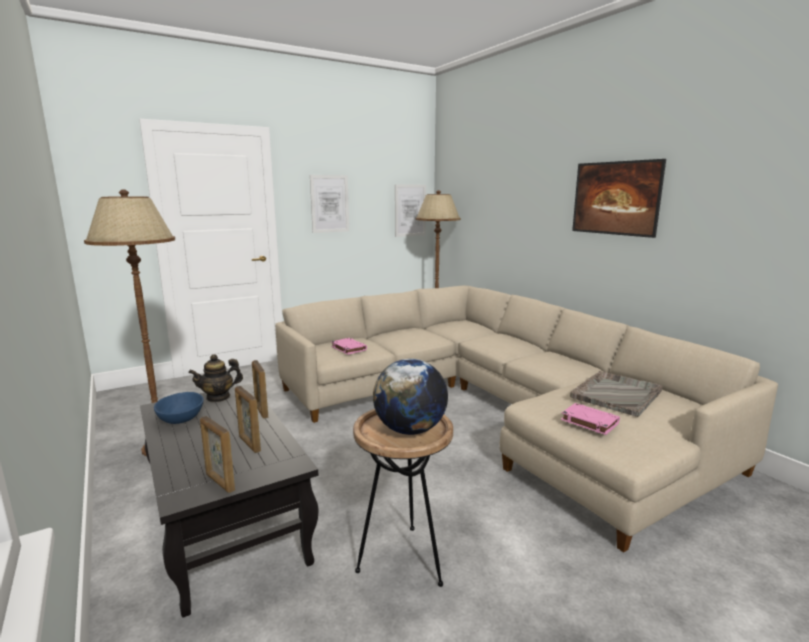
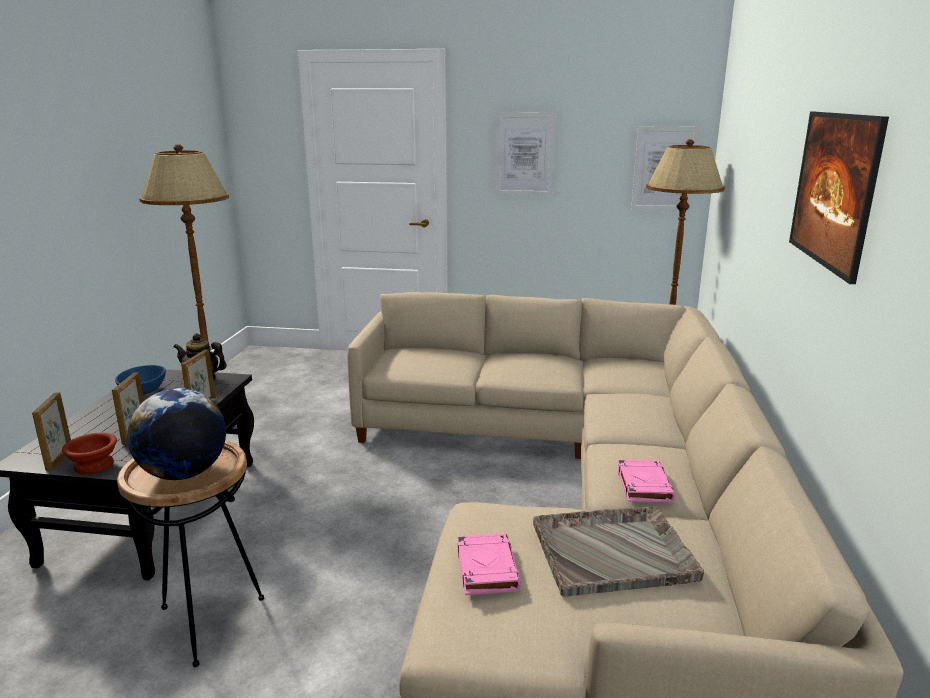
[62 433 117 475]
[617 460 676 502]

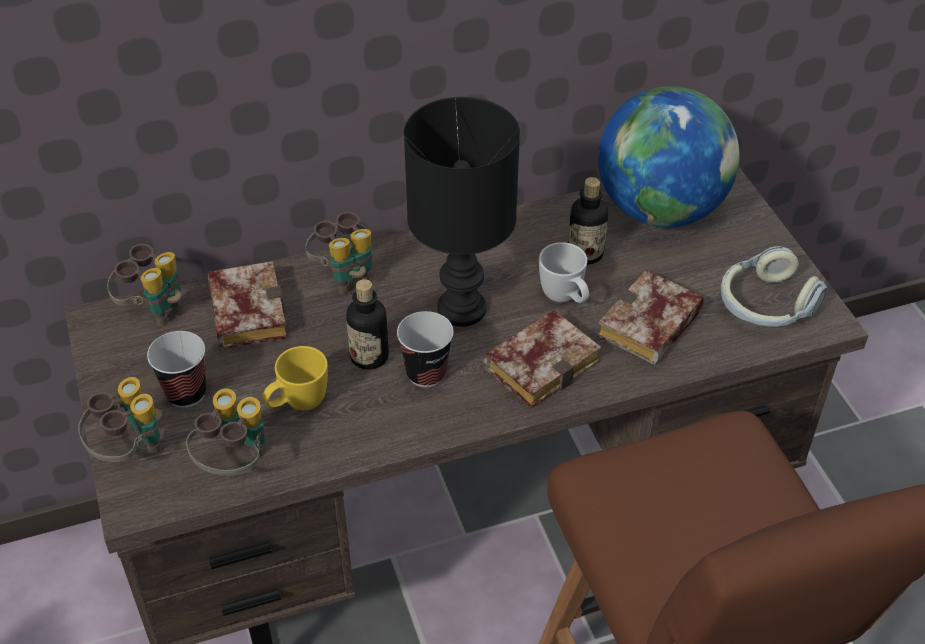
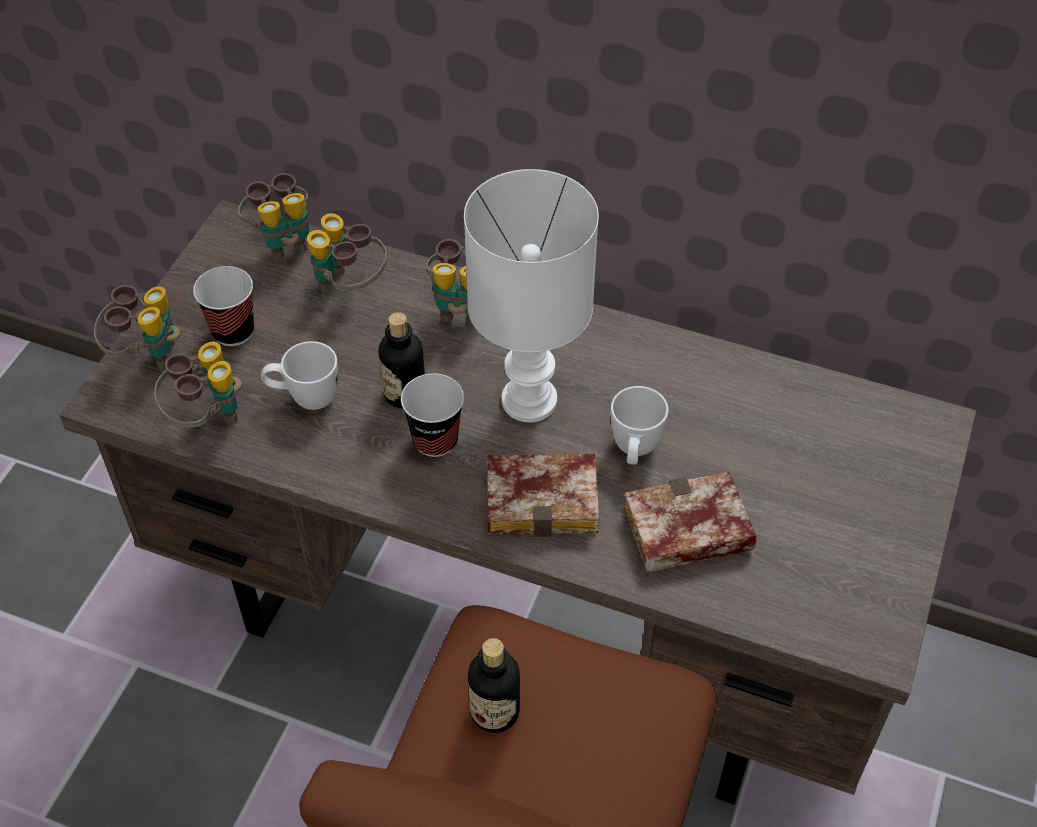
[261 341 338 410]
[307 213 387 293]
[464 169 599 422]
[468 638 520 733]
[598 86 740 228] (first image)
[721 246 827 327] (first image)

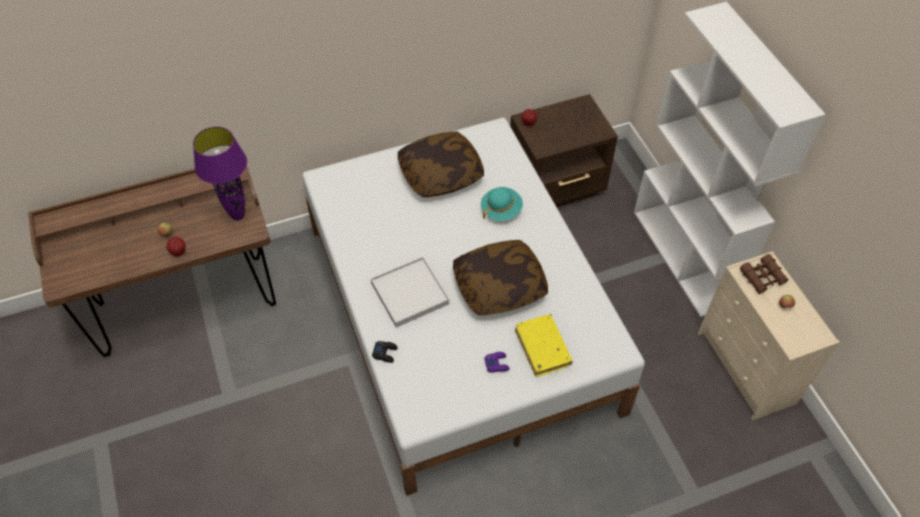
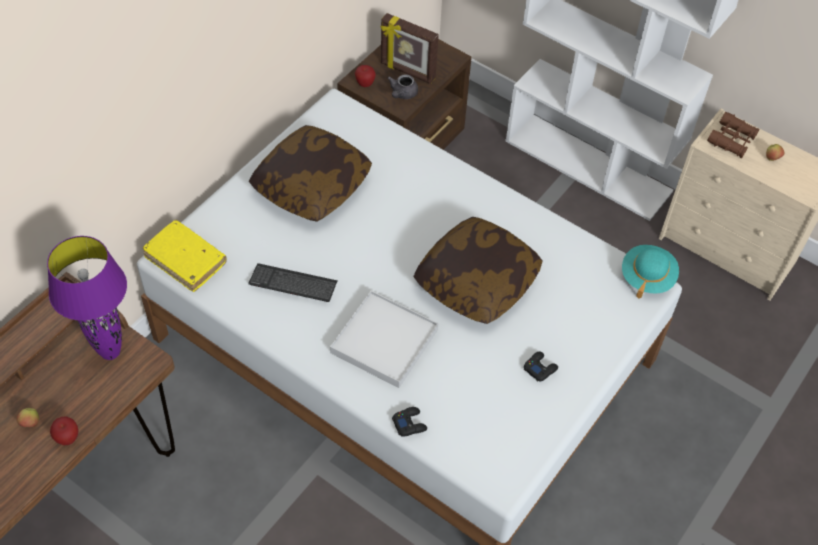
[143 220 227 292]
[249 263 337 302]
[381 13 439 84]
[387 74 418 99]
[524 351 558 381]
[622 245 679 299]

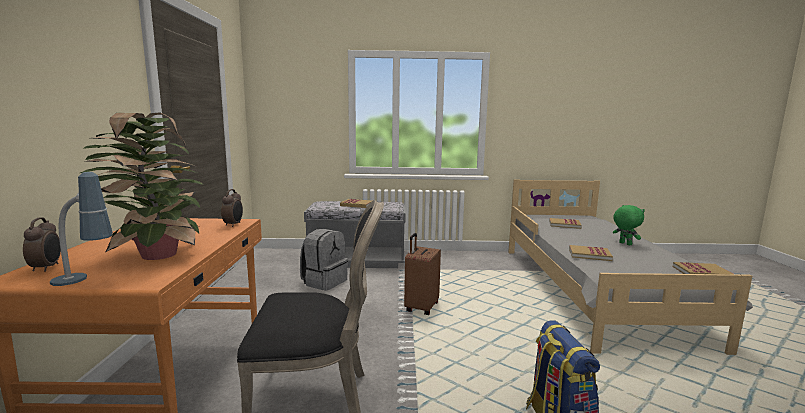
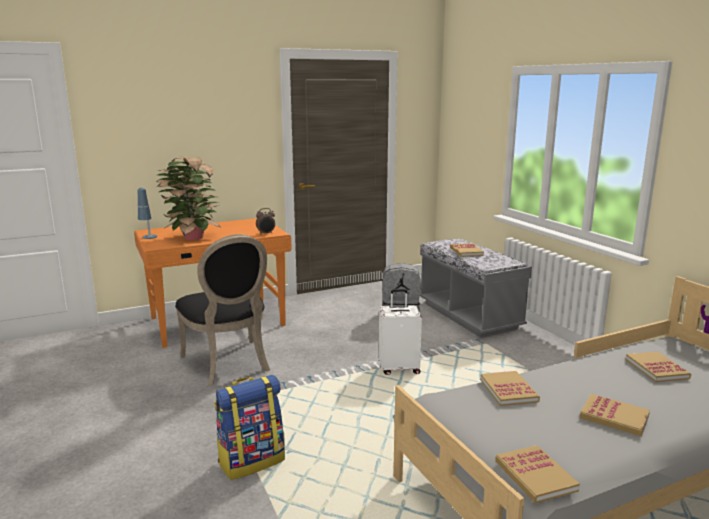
[379 289 422 375]
[580 394 650 436]
[23 217 61 272] (first image)

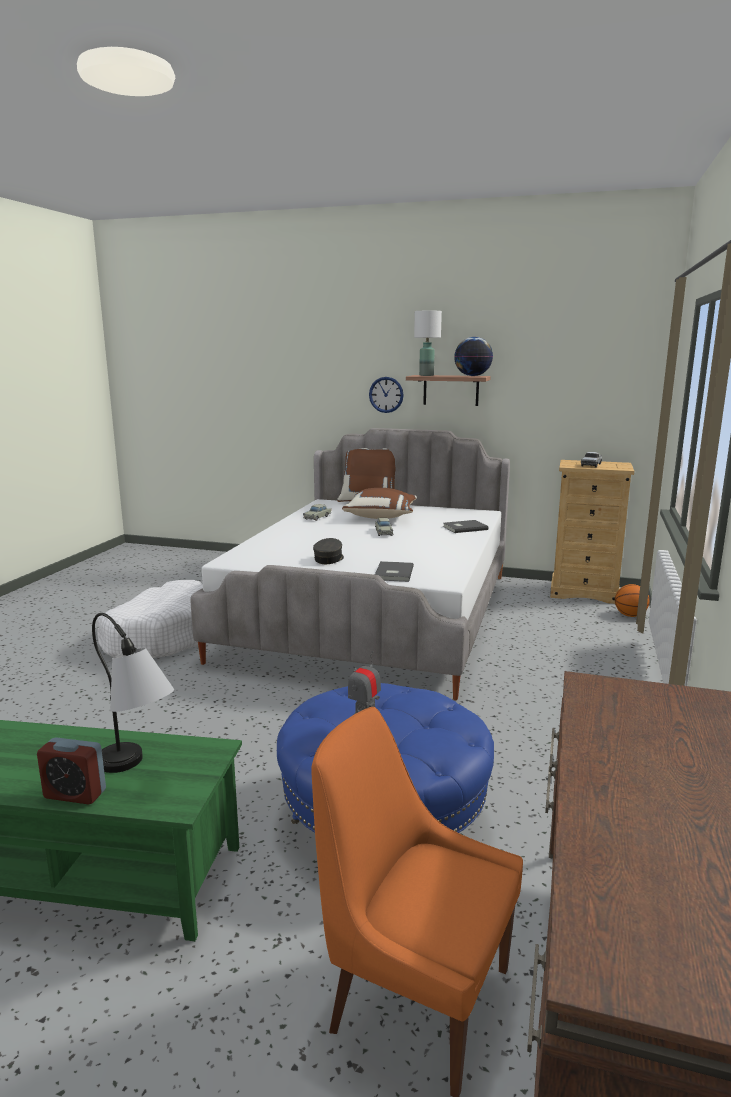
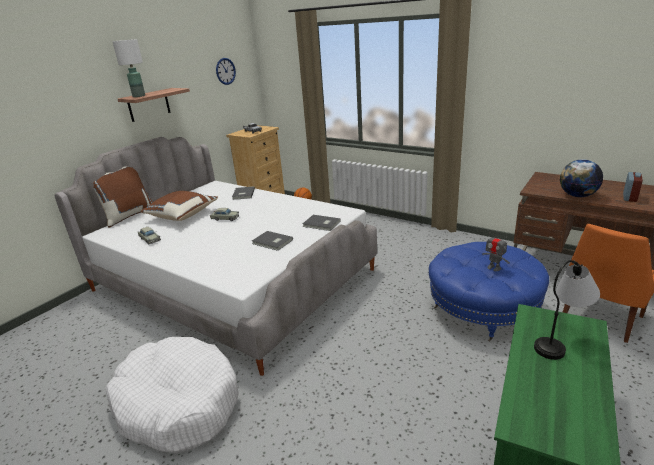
[216 58 236 85]
[252 231 293 251]
[560 159 603 197]
[623 172 643 202]

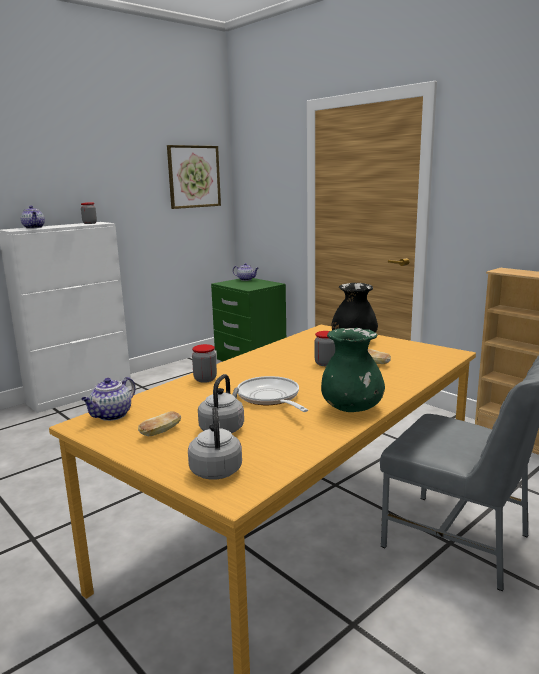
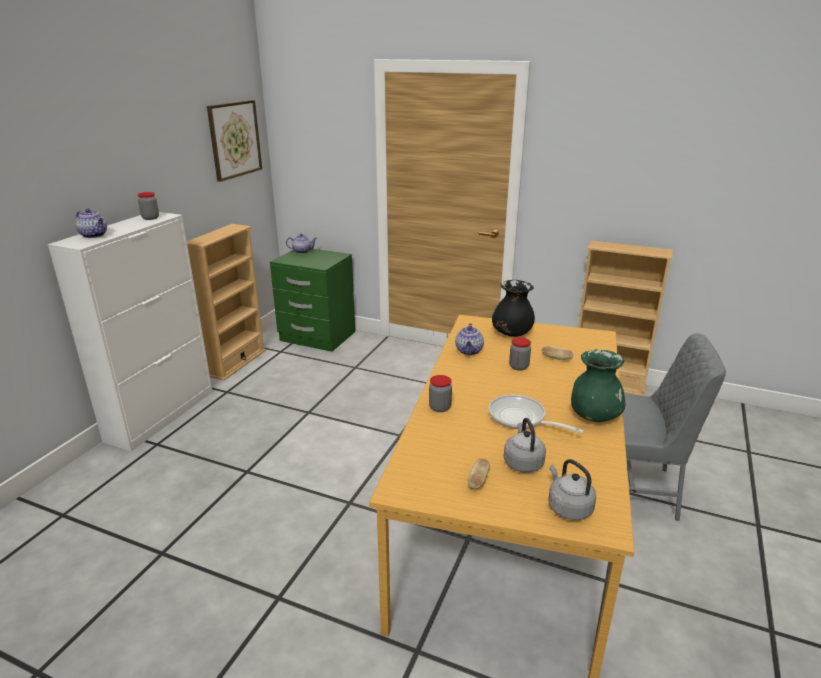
[187 224 266 381]
[455 323 484 355]

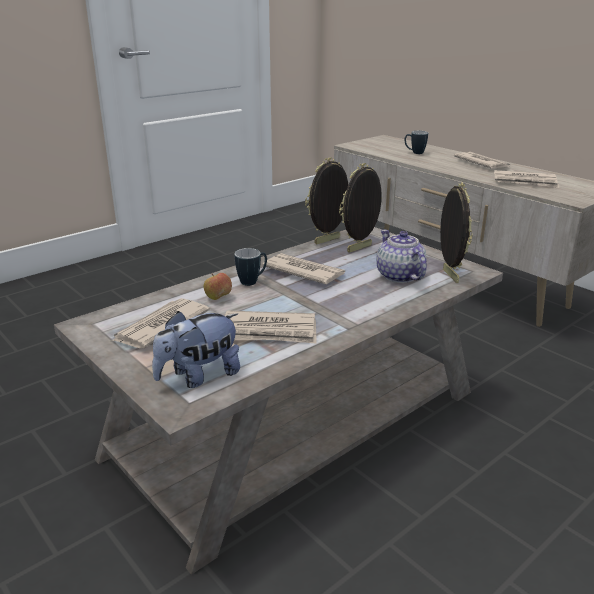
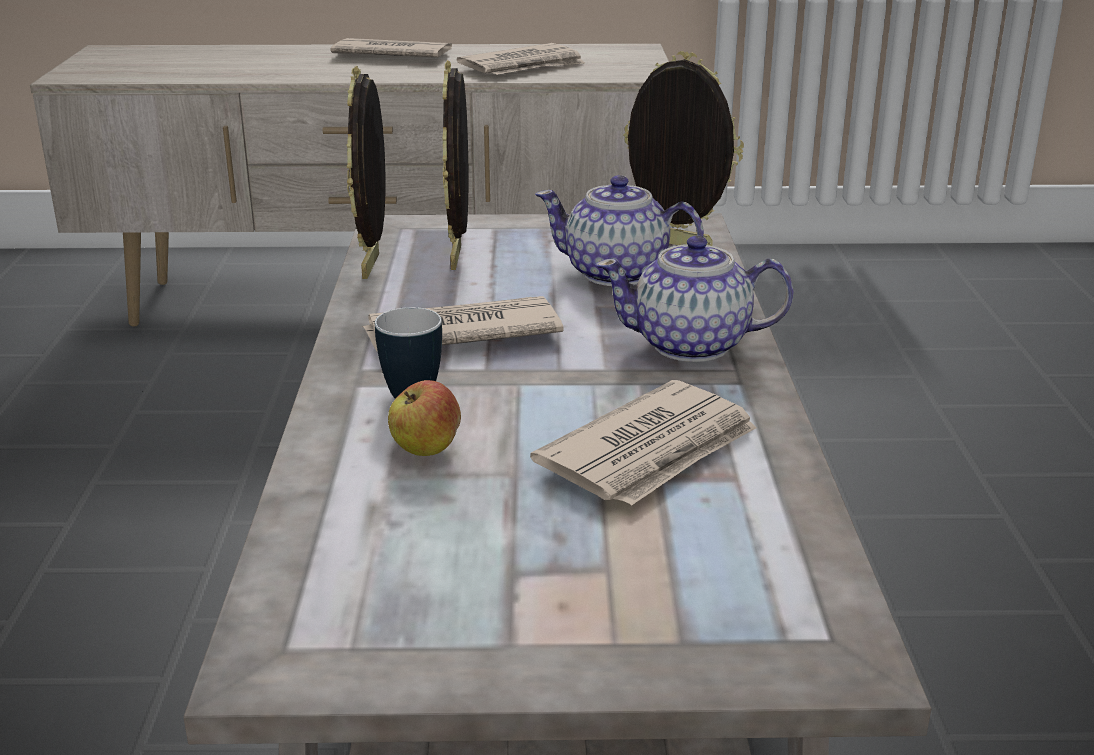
[595 236 794 362]
[112 298 210 349] (first image)
[152 311 240 388] (first image)
[404 131 428 154] (first image)

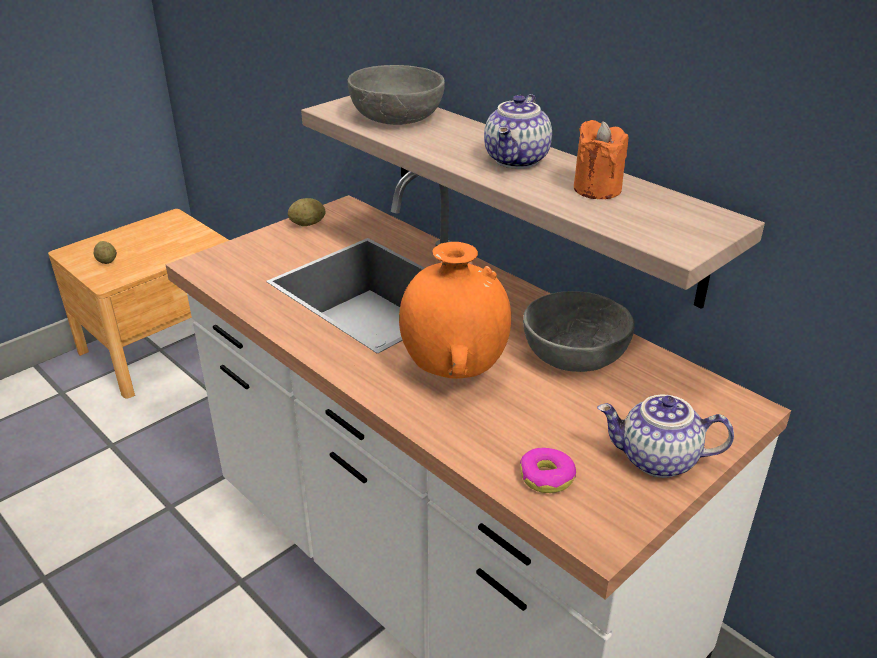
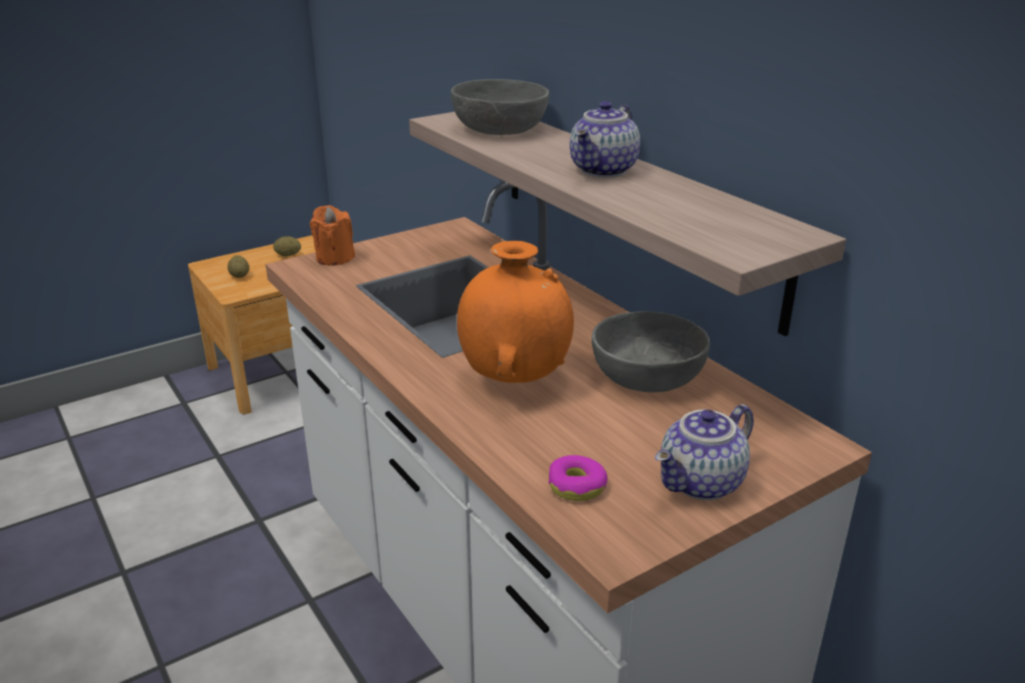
[273 236 301 256]
[310 205 355 266]
[655 404 754 500]

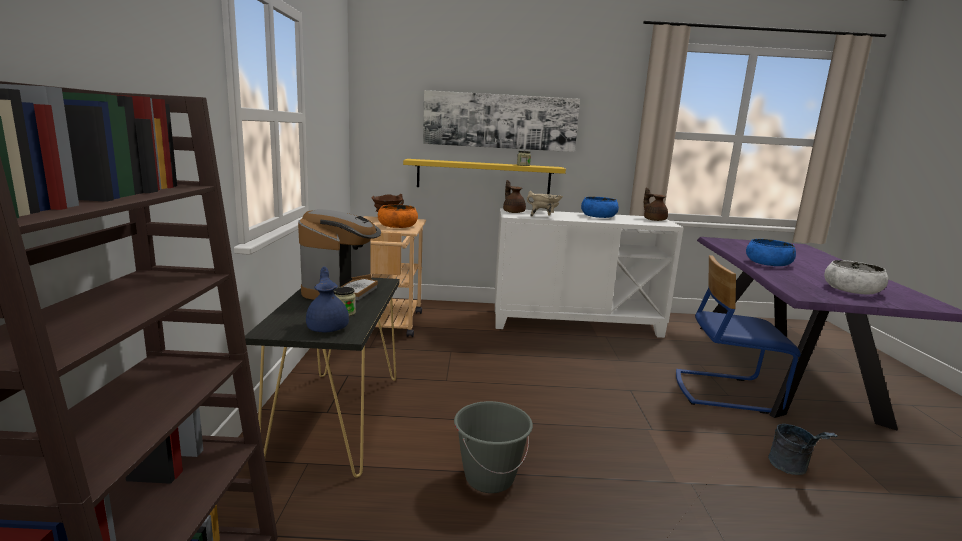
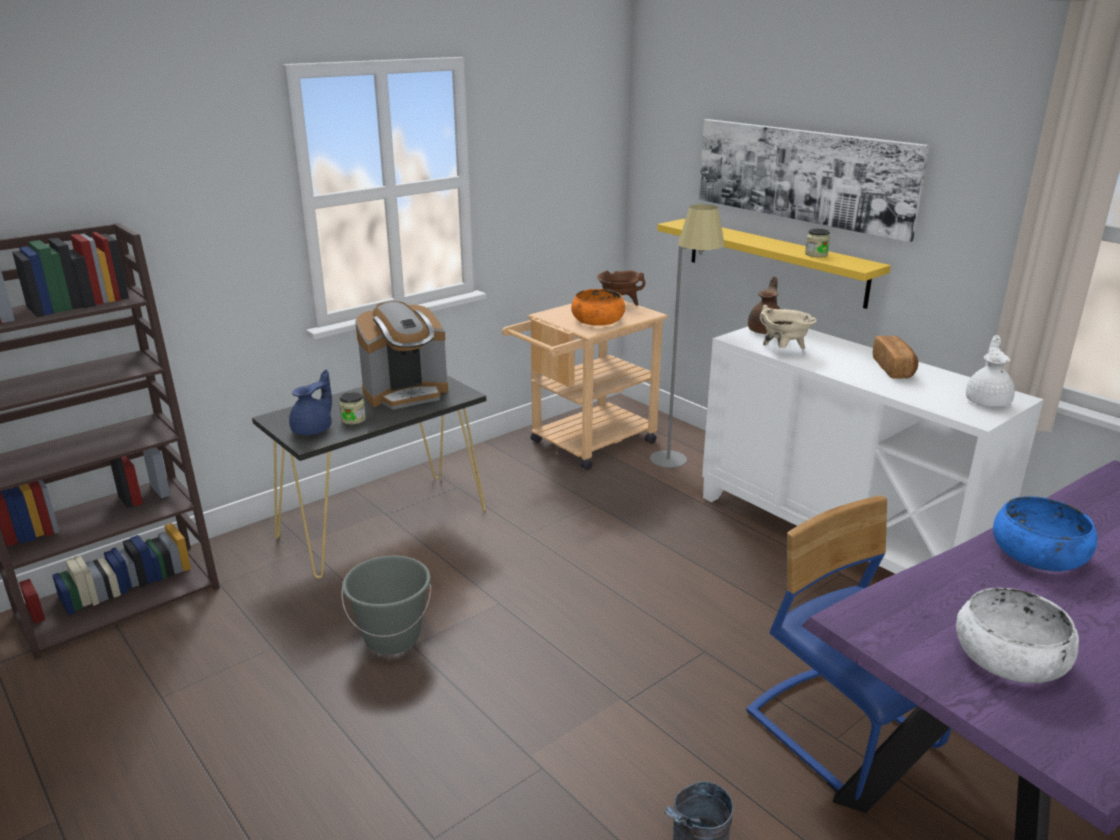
[650 204 725 468]
[873 335 918 379]
[966 335 1015 407]

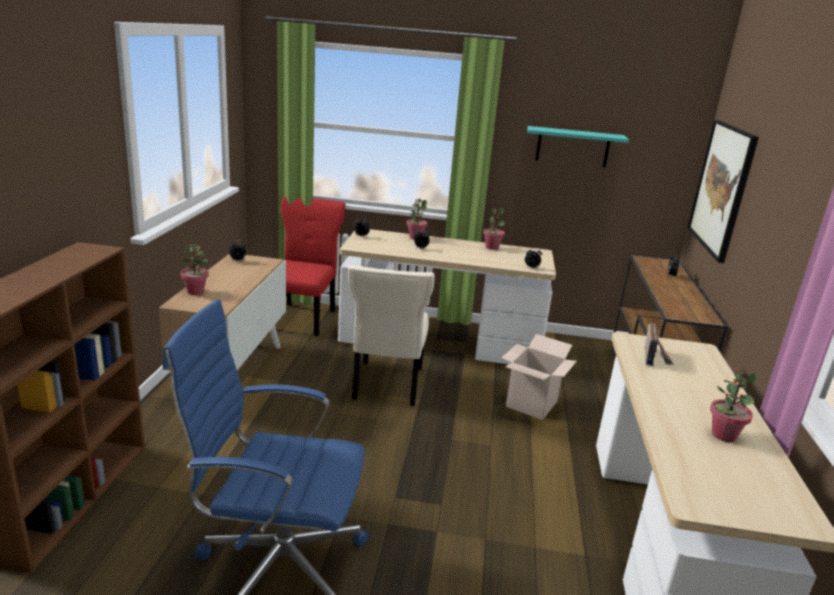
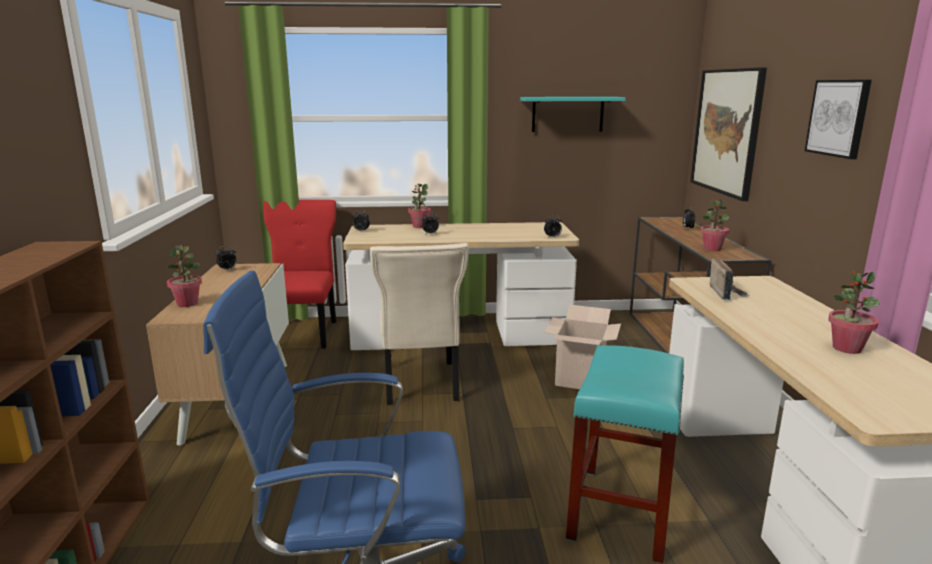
[566 345 684 563]
[701 199 729 251]
[805 80 872 159]

